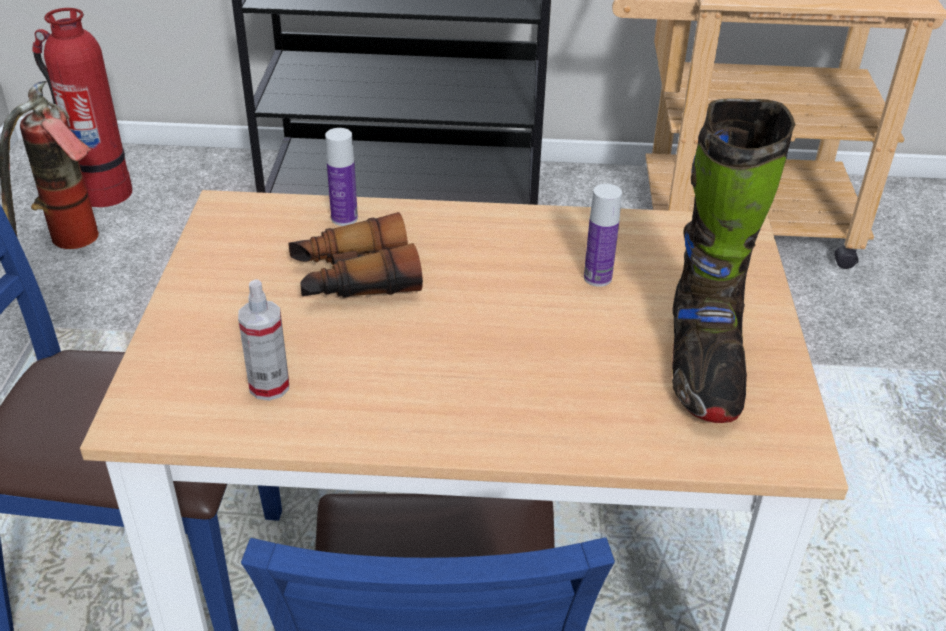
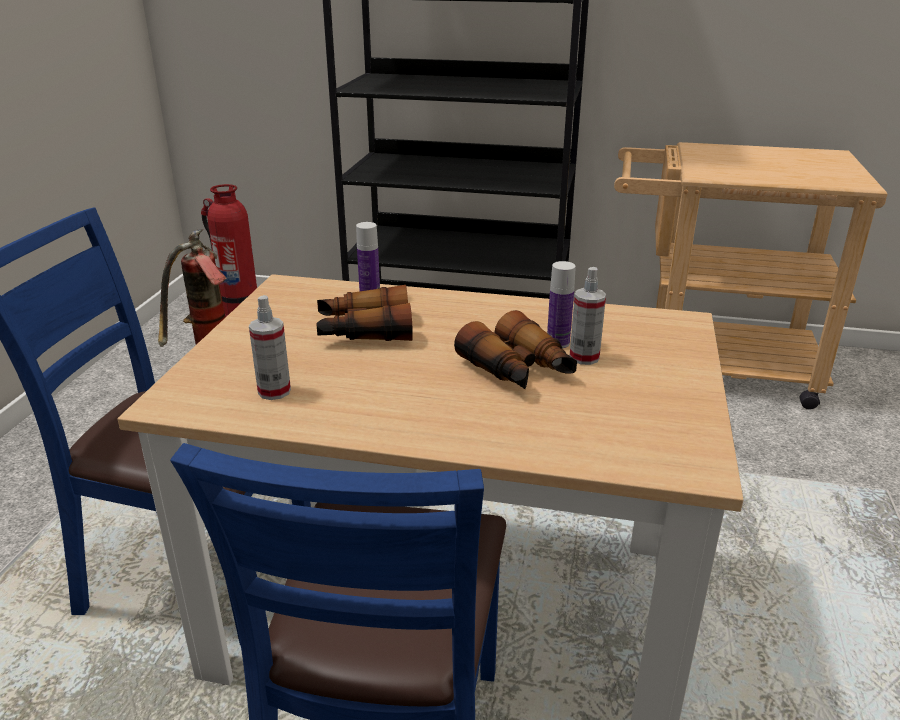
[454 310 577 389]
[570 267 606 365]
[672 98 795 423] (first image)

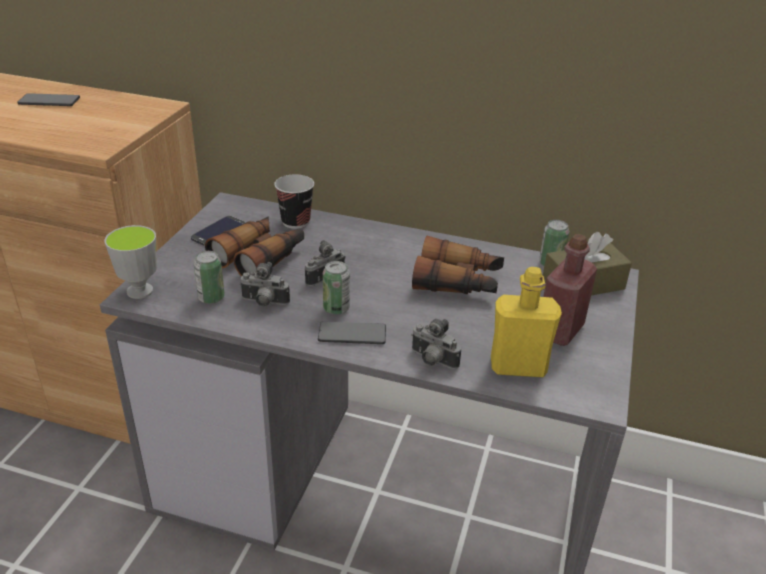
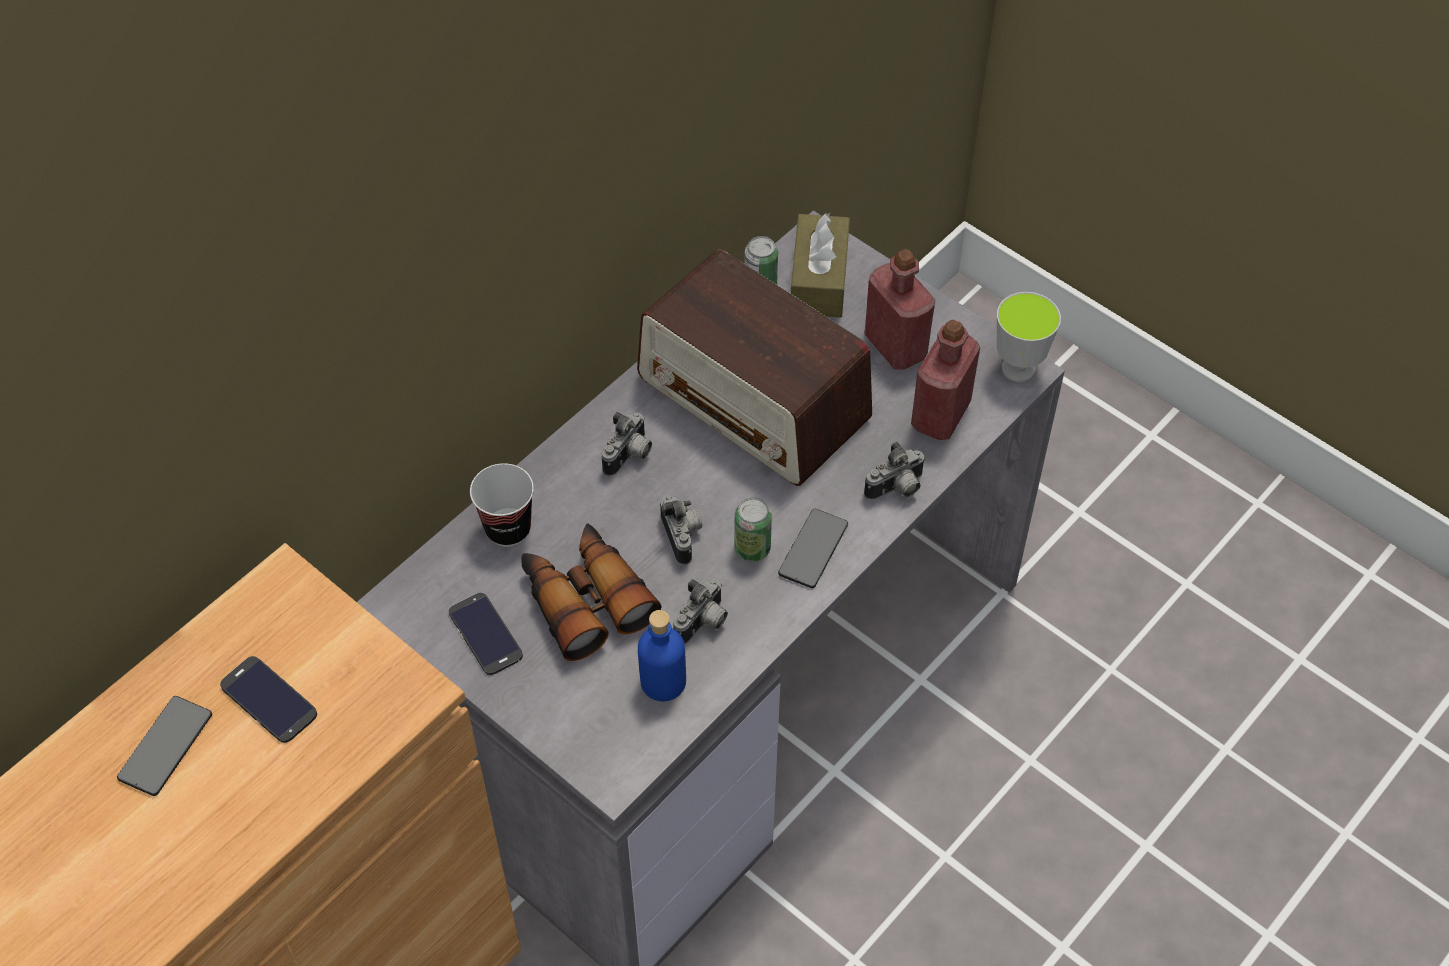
[220 656 317 743]
[601 412 652 476]
[637 249 872 486]
[638 610 686 701]
[911 319 980 440]
[997 292 1061 382]

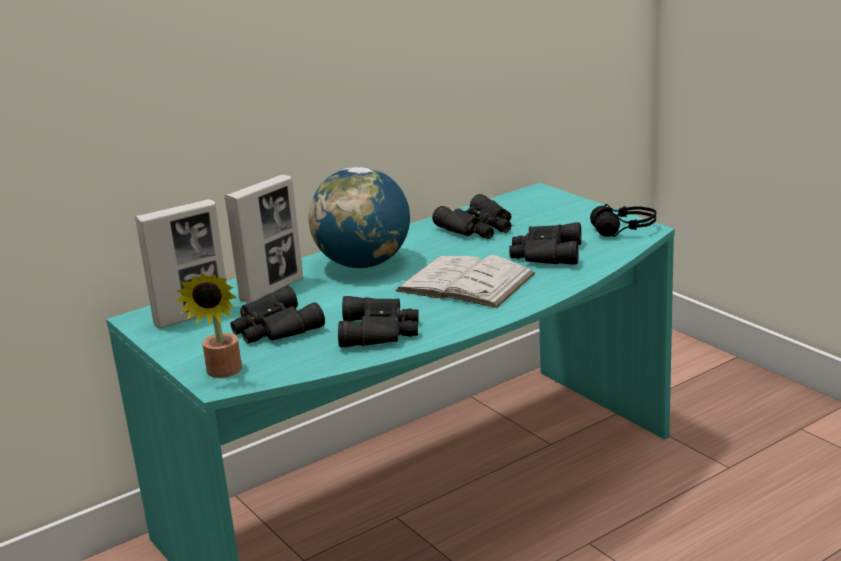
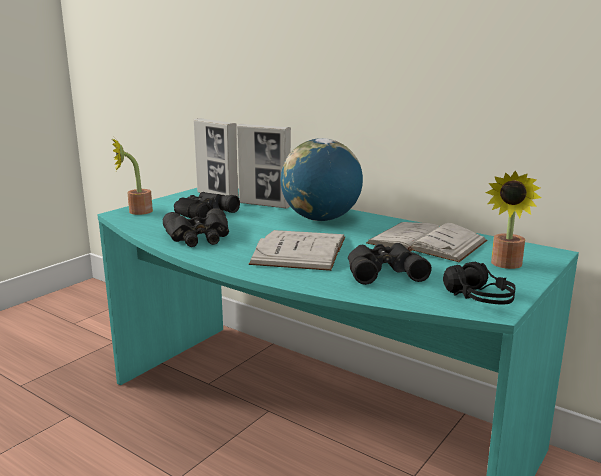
[366 222 487 262]
[485 171 541 269]

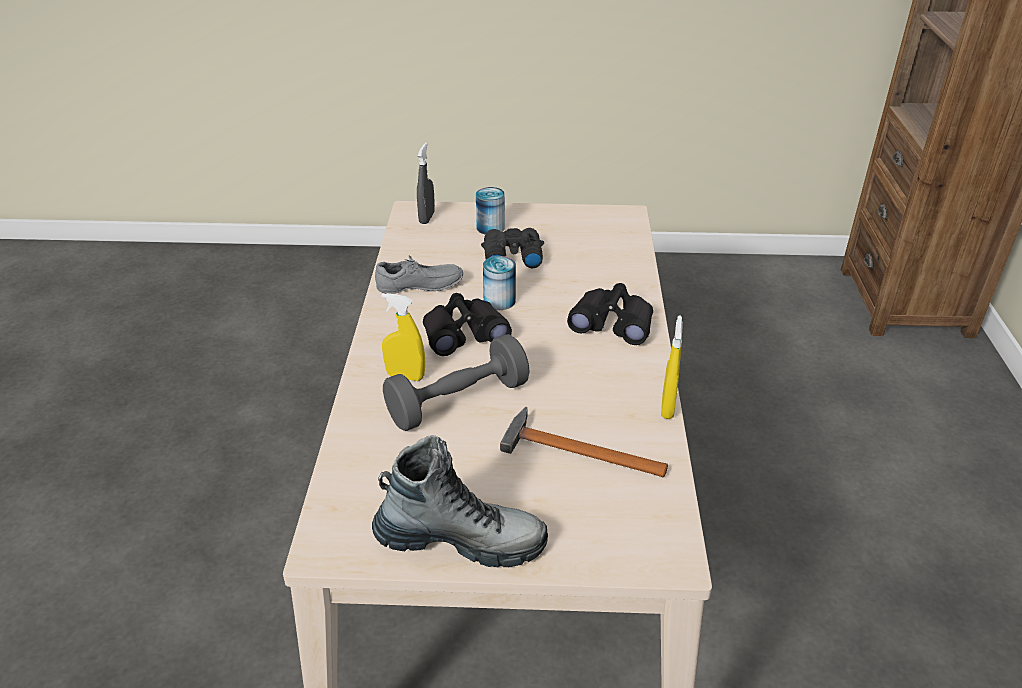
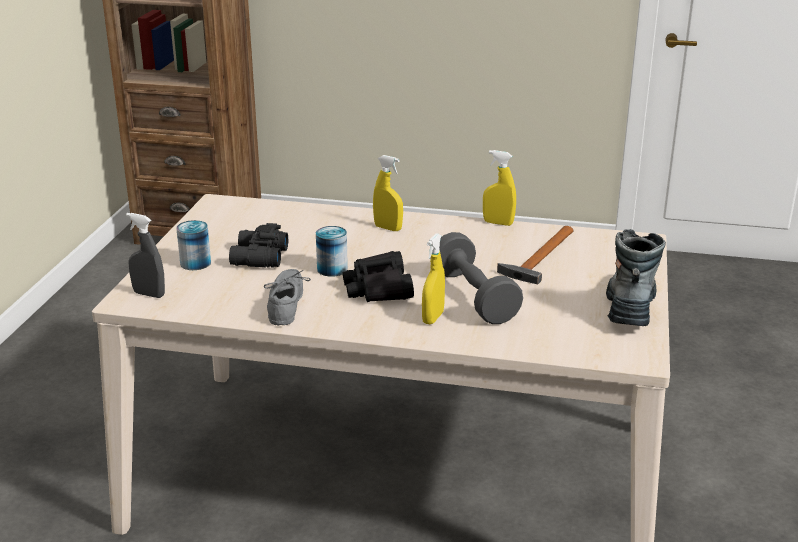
[373 155 403 231]

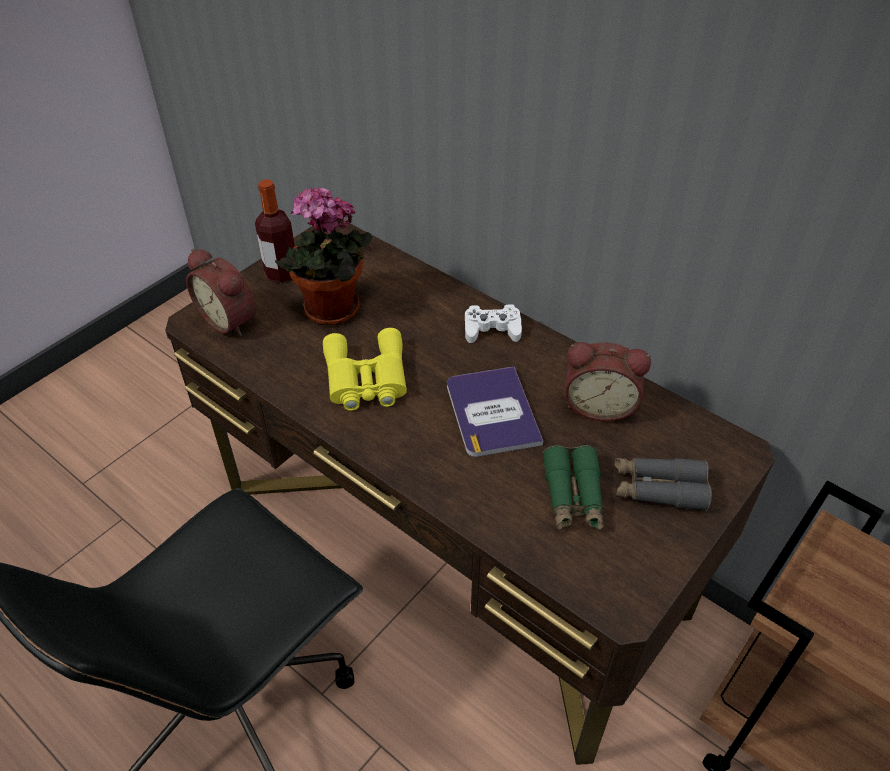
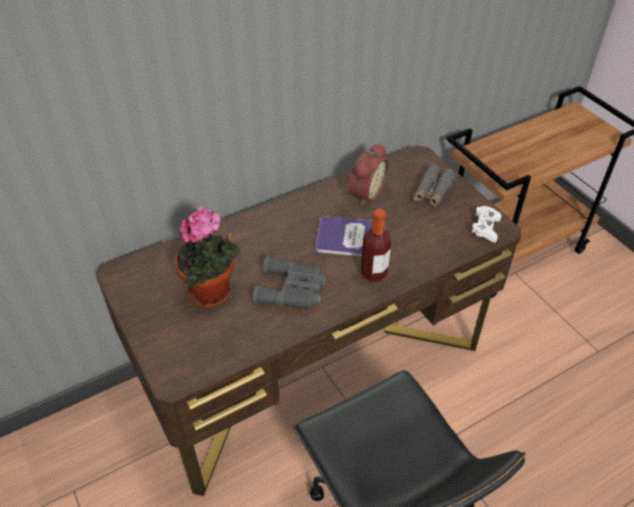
[253 256 326 310]
[361 209 391 282]
[470 206 502 242]
[186 249 256 336] (first image)
[543 445 604 530] (first image)

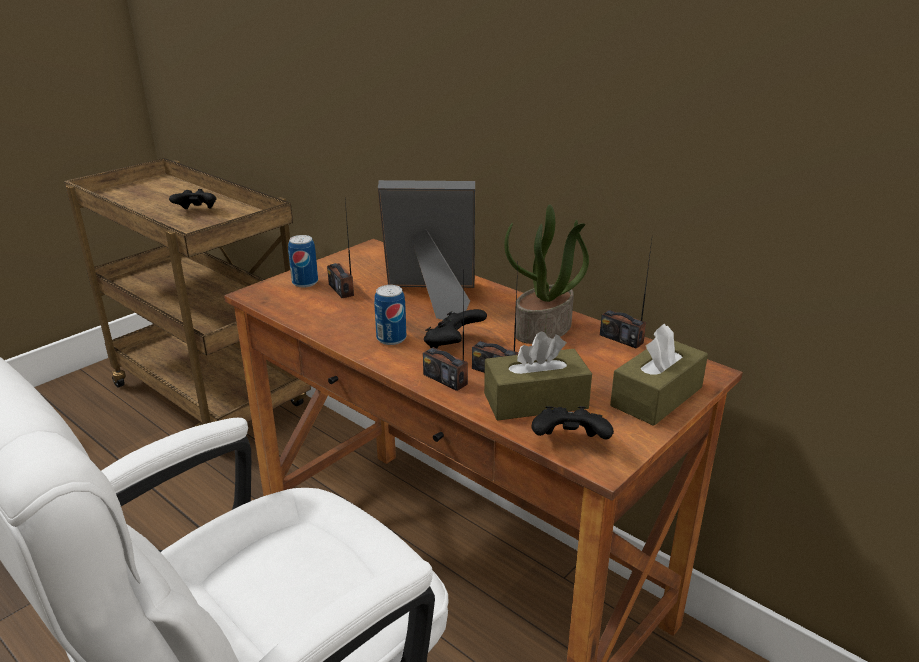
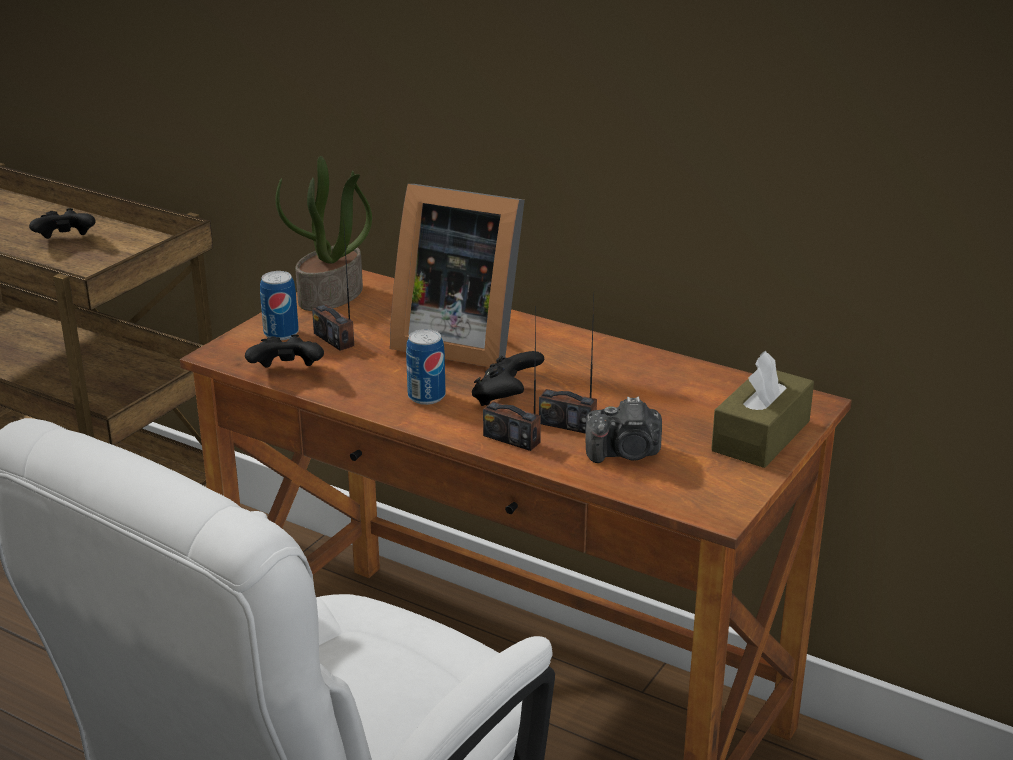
[245 334 324 368]
[276 156 372 311]
[390 184 525 367]
[585 397 662 463]
[600 240 652 349] (first image)

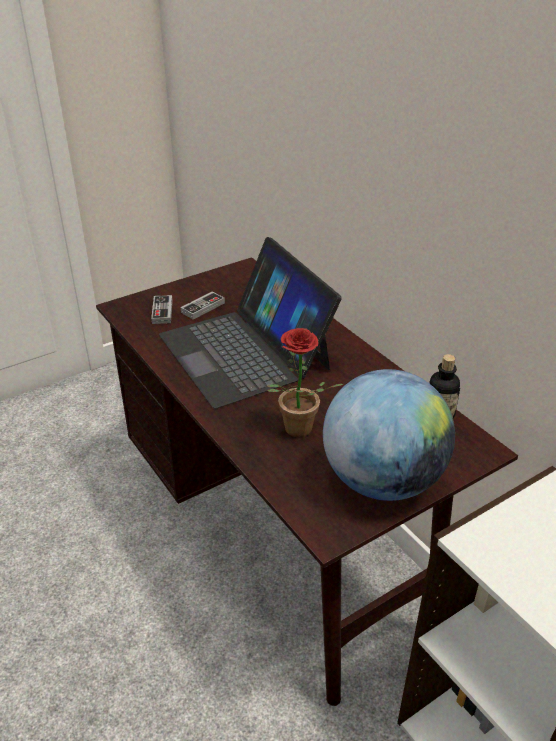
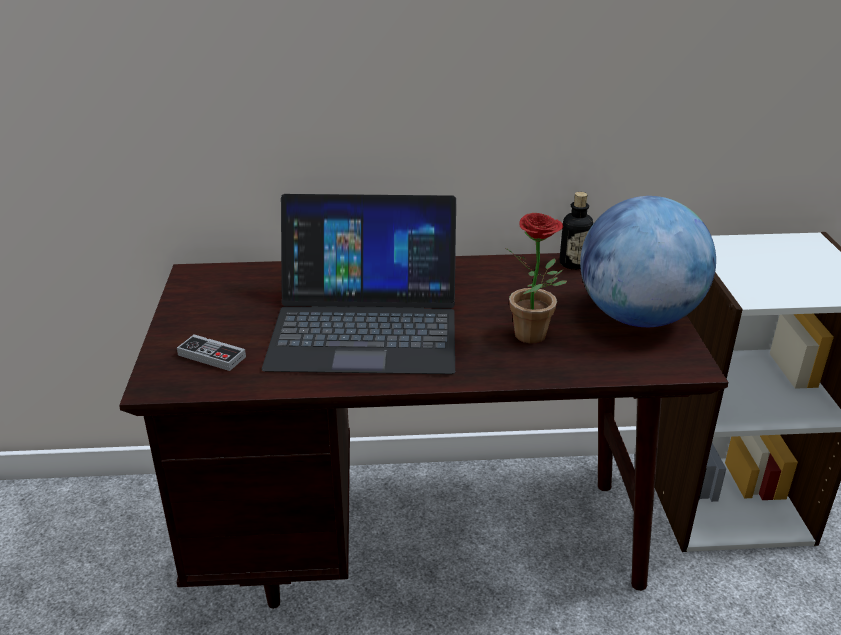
[181 292 225 320] (first image)

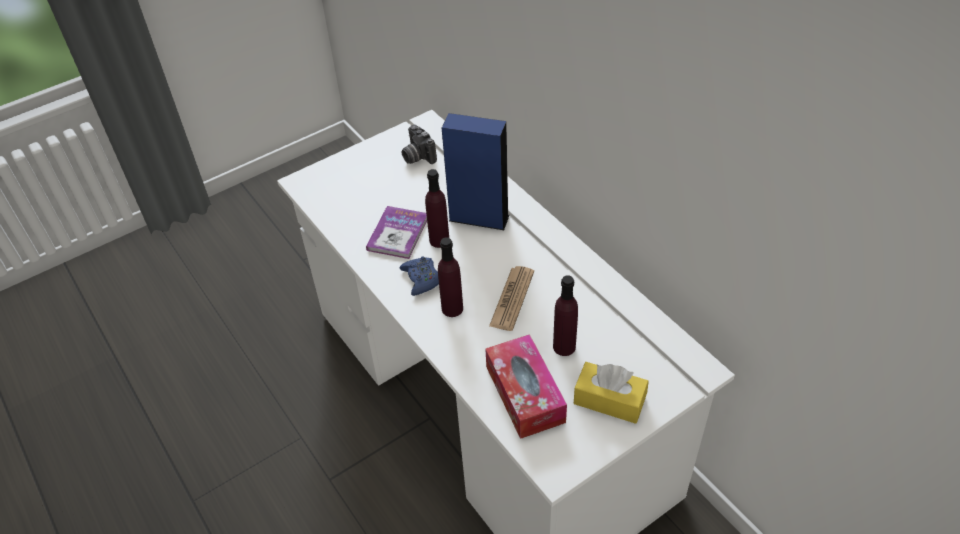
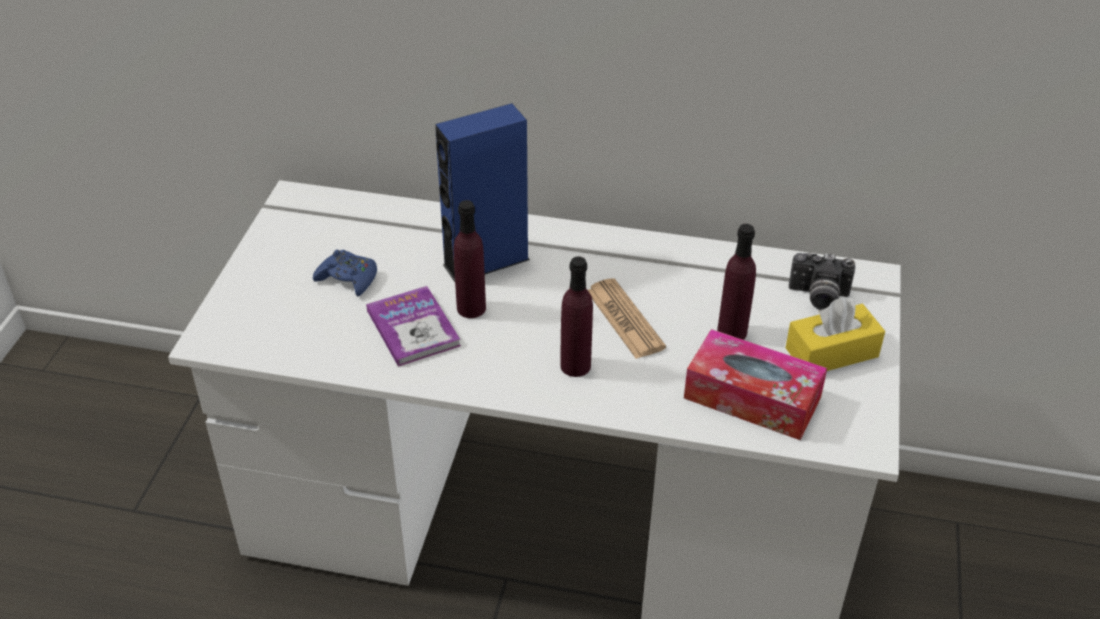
[313 250 377 296]
[789 252 855 310]

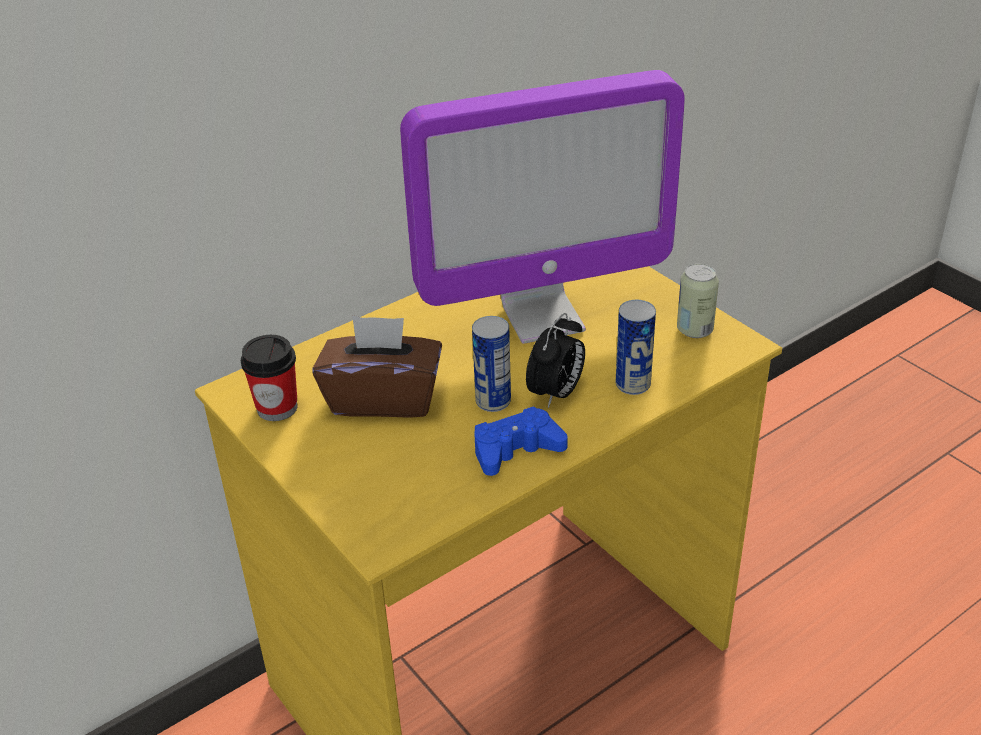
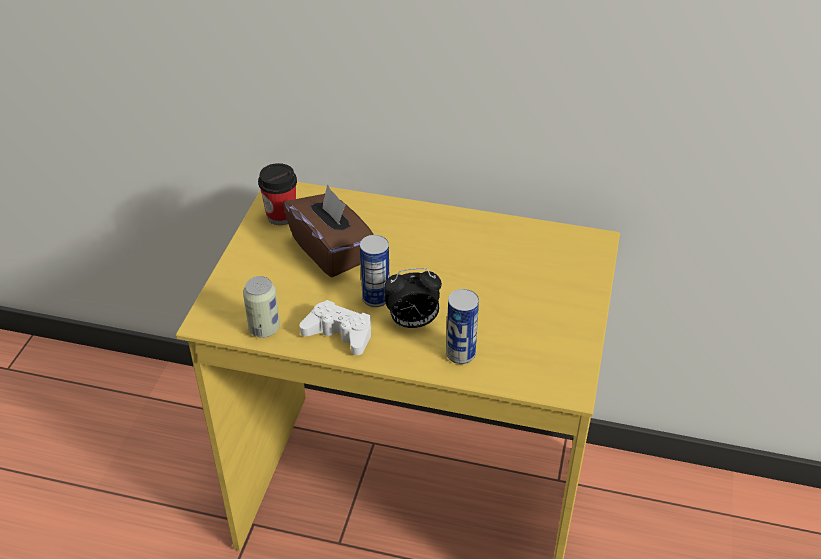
[243 276 280 338]
[299 300 371 355]
[400 70 685 344] (first image)

